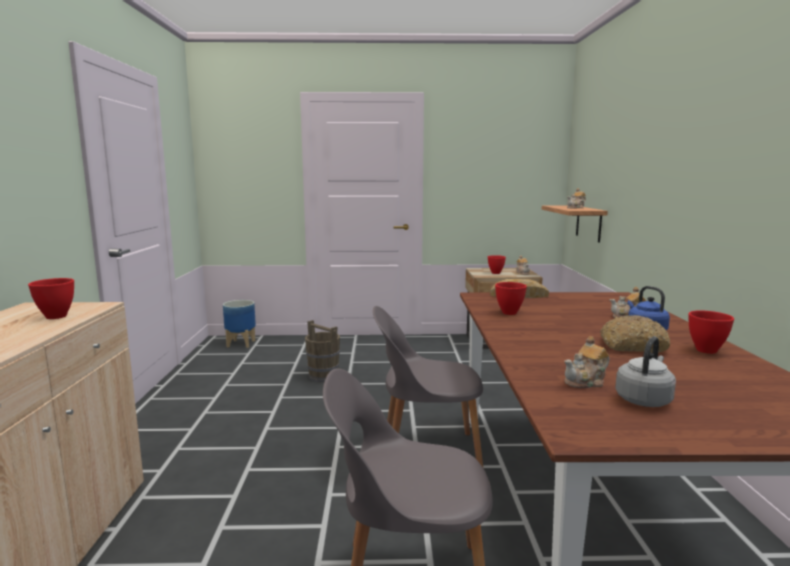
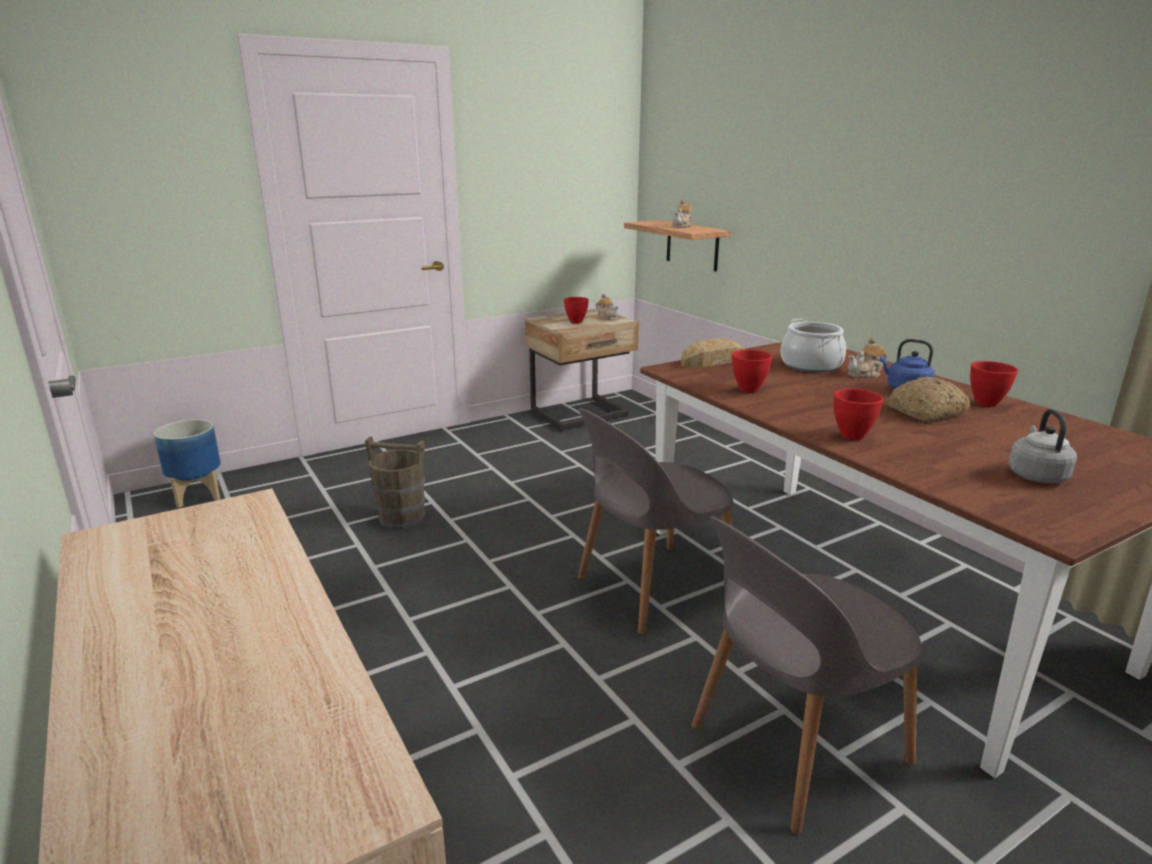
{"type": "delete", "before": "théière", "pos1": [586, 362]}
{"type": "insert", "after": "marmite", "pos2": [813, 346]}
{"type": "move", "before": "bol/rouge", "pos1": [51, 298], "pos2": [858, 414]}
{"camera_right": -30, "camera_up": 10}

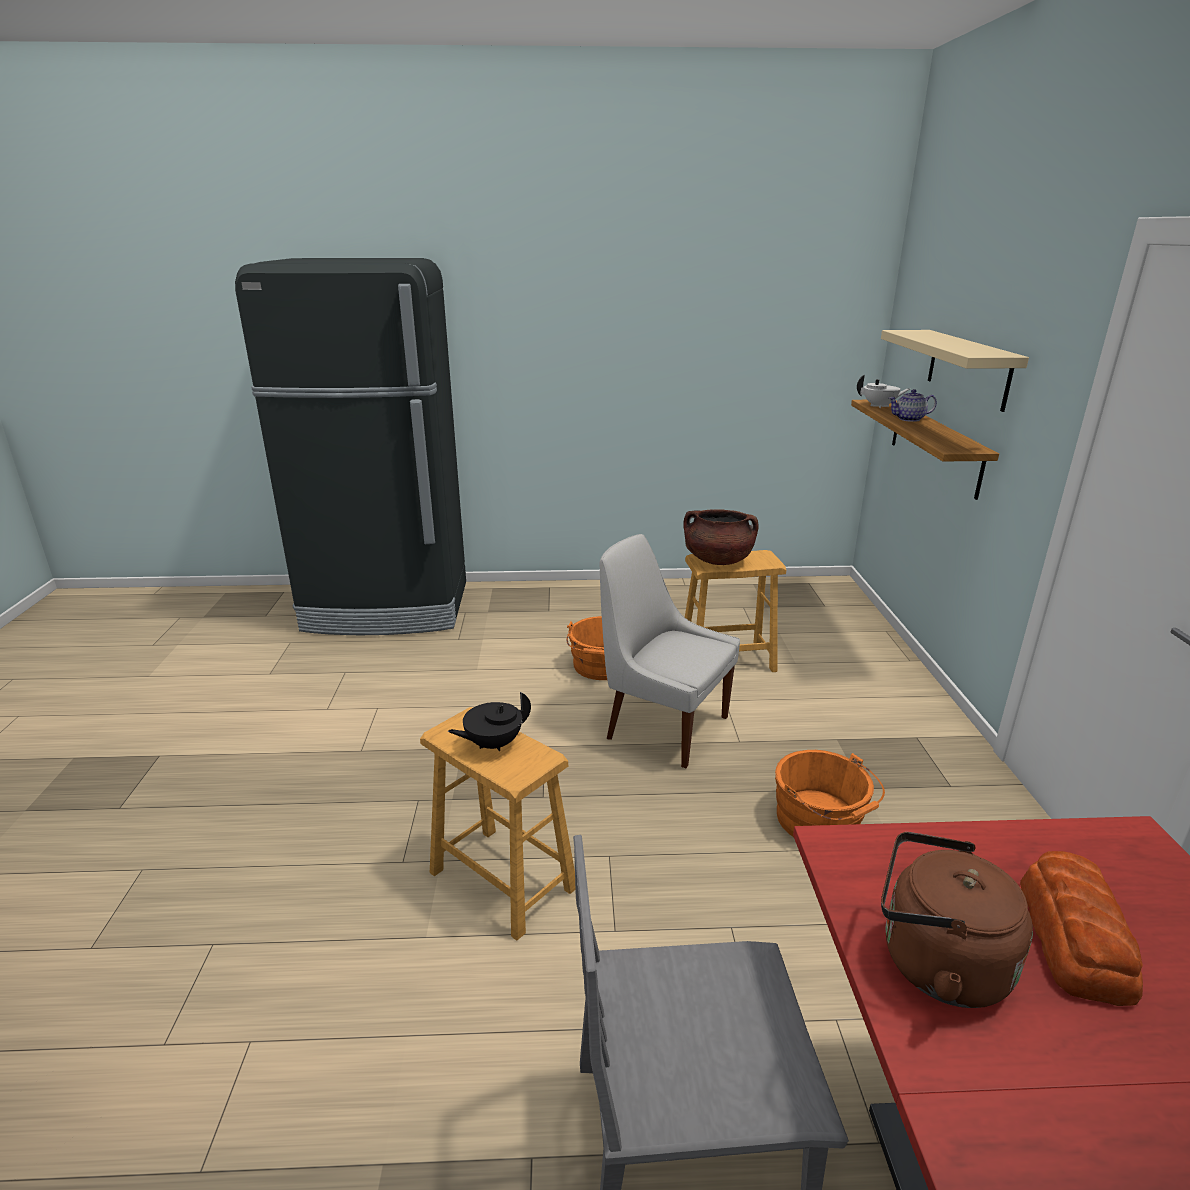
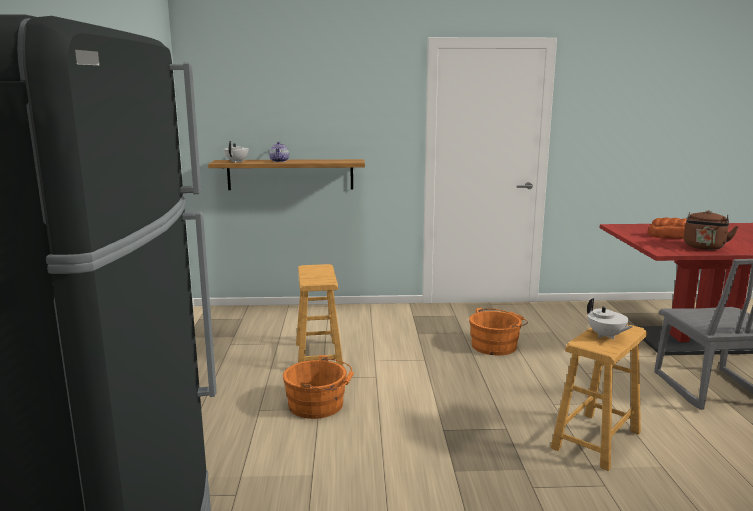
{"type": "delete", "before": "chaise/blanc", "pos1": [670, 651]}
{"type": "delete", "before": "marmite/marron", "pos1": [720, 537]}
{"type": "delete", "before": "étagère/beige", "pos1": [955, 371]}
{"type": "recolor", "before": "théière/noir", "after": "théière/blanc", "pos1": [489, 721], "pos2": [610, 319]}
{"camera_right": -90, "camera_up": -10}

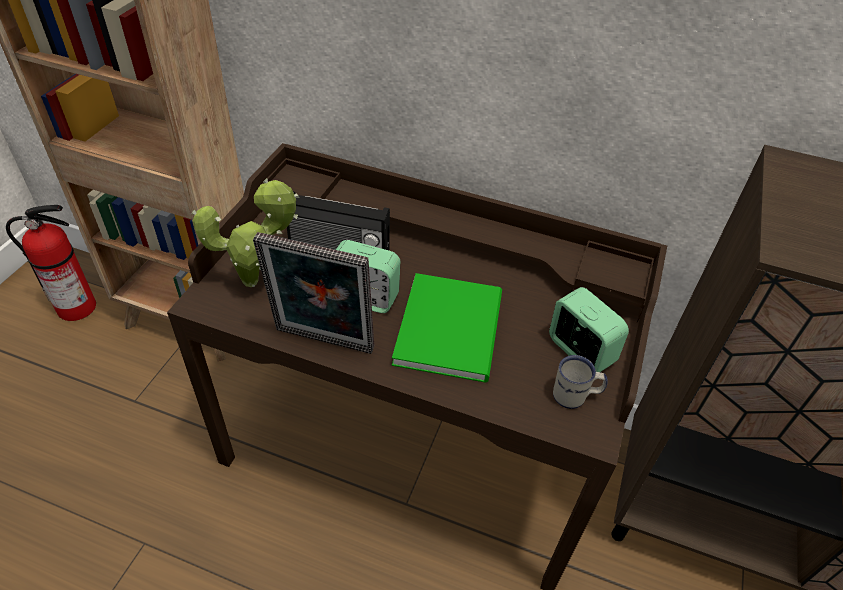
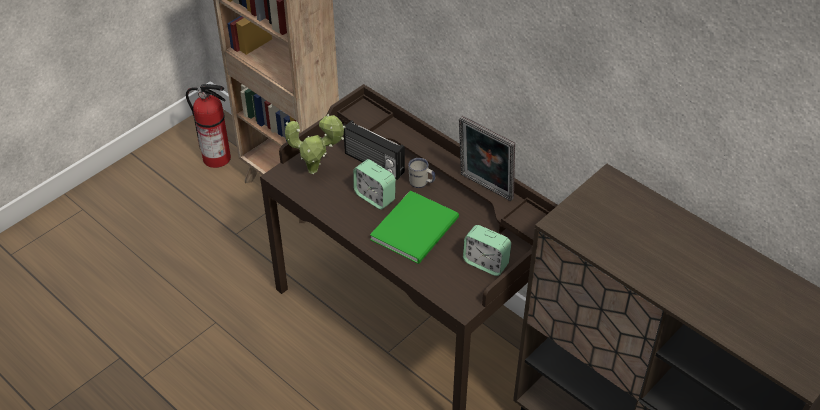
{"type": "move", "before": "cadre photo", "pos1": [313, 293], "pos2": [487, 158]}
{"type": "move", "before": "mug/blanc", "pos1": [580, 382], "pos2": [421, 173]}
{"type": "rotate", "before": "réveil", "pos1": [589, 329], "pos2": [487, 250], "turn": 135}
{"camera_right": 25, "camera_up": 0}

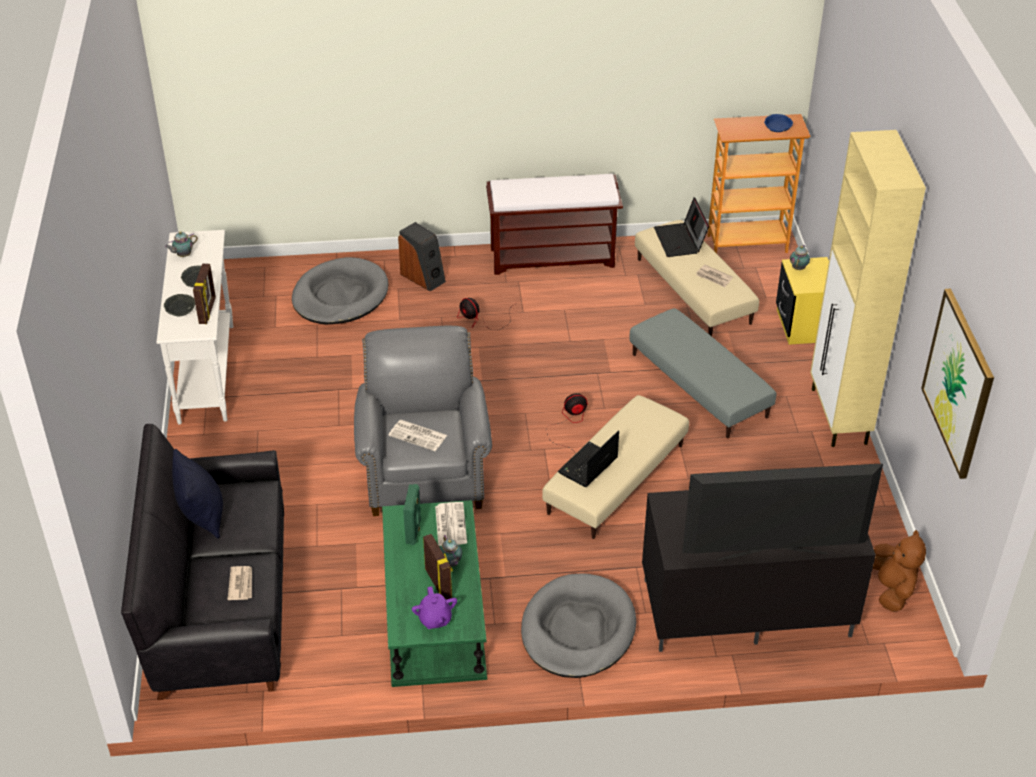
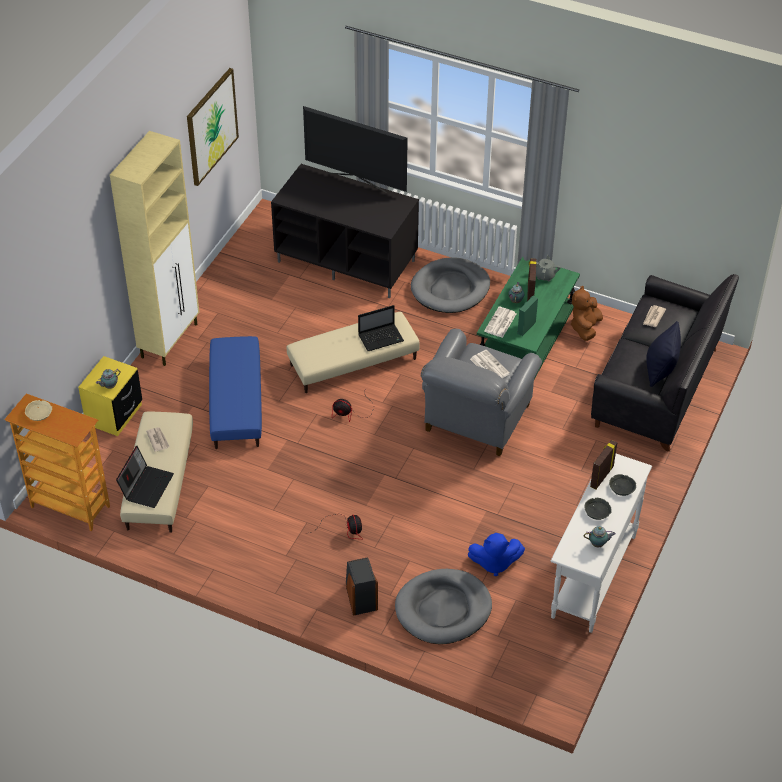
{"type": "delete", "before": "banc/marron", "pos1": [554, 224]}
{"type": "insert", "after": "peluche/bleu", "pos2": [496, 554]}
{"type": "move", "before": "peluche/marron", "pos1": [899, 571], "pos2": [587, 313]}
{"type": "recolor", "before": "théière/violet", "after": "théière/gris", "pos1": [434, 607], "pos2": [548, 267]}
{"type": "recolor", "before": "pouf/gris", "after": "pouf/bleu", "pos1": [703, 373], "pos2": [235, 392]}
{"type": "recolor", "before": "bol/bleu", "after": "bol/beige", "pos1": [778, 123], "pos2": [38, 410]}
{"camera_right": -150, "camera_up": 5}

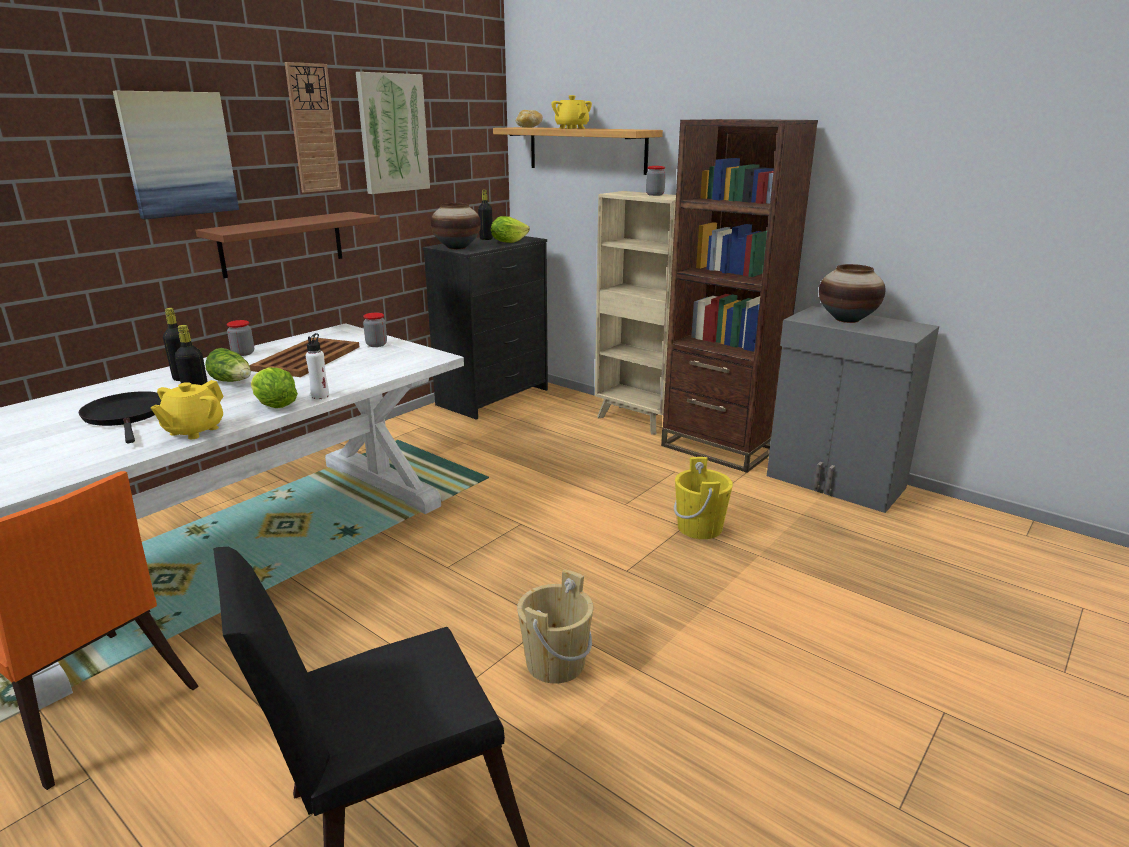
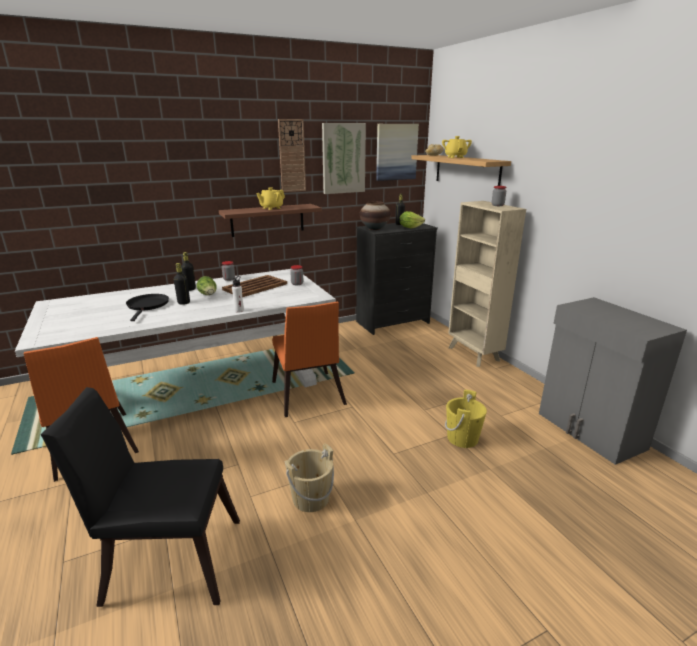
{"type": "delete", "before": "laitue", "pos1": [274, 387]}
{"type": "delete", "before": "bibliothèque/marron", "pos1": [739, 296]}
{"type": "delete", "before": "vase", "pos1": [852, 293]}
{"type": "insert", "after": "chaise/orange", "pos2": [309, 359]}
{"type": "move", "before": "tableau", "pos1": [176, 155], "pos2": [397, 152]}
{"type": "move", "before": "théière/jaune", "pos1": [187, 409], "pos2": [270, 198]}
{"camera_right": 25, "camera_up": 0}

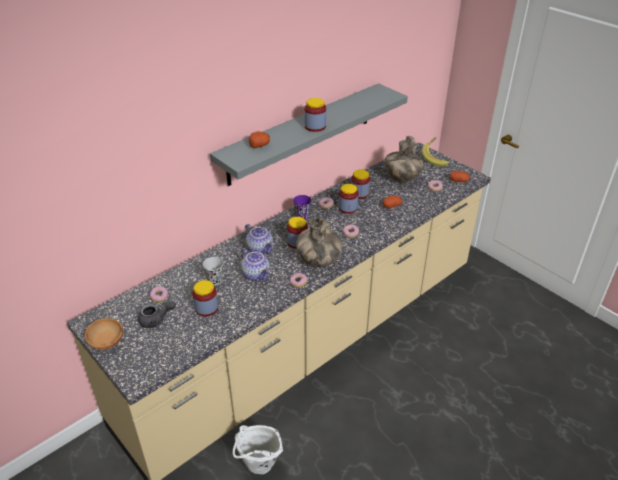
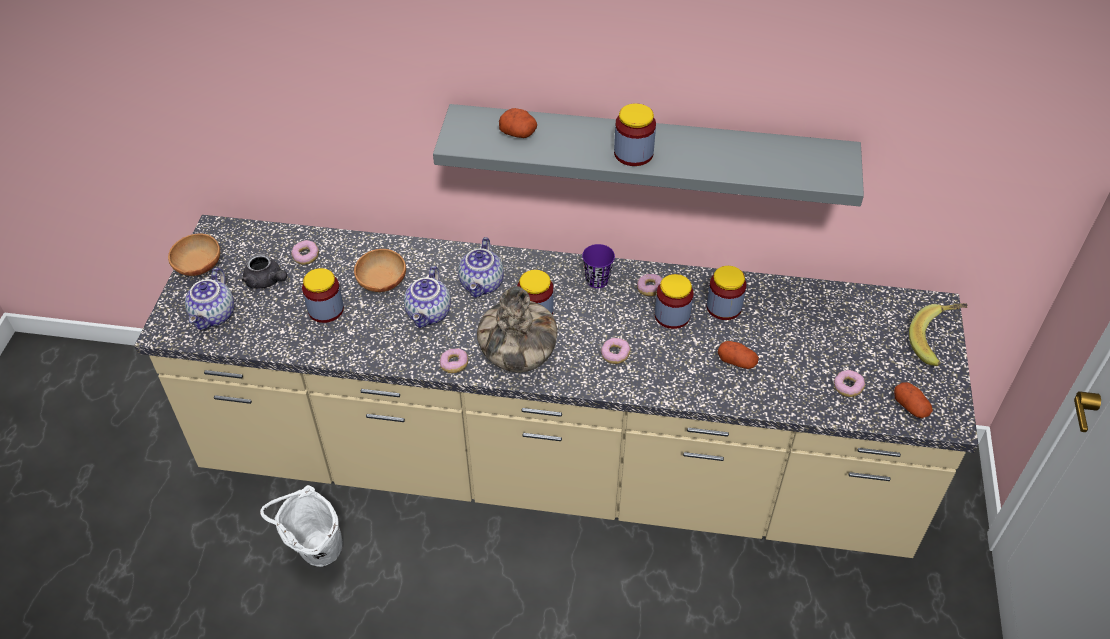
{"type": "delete", "before": "vase", "pos1": [404, 159]}
{"type": "insert", "after": "théière", "pos2": [209, 298]}
{"type": "replace", "before": "tasse/noir", "after": "bol/marron", "pos1": [213, 271], "pos2": [380, 270]}
{"camera_right": 50, "camera_up": 10}

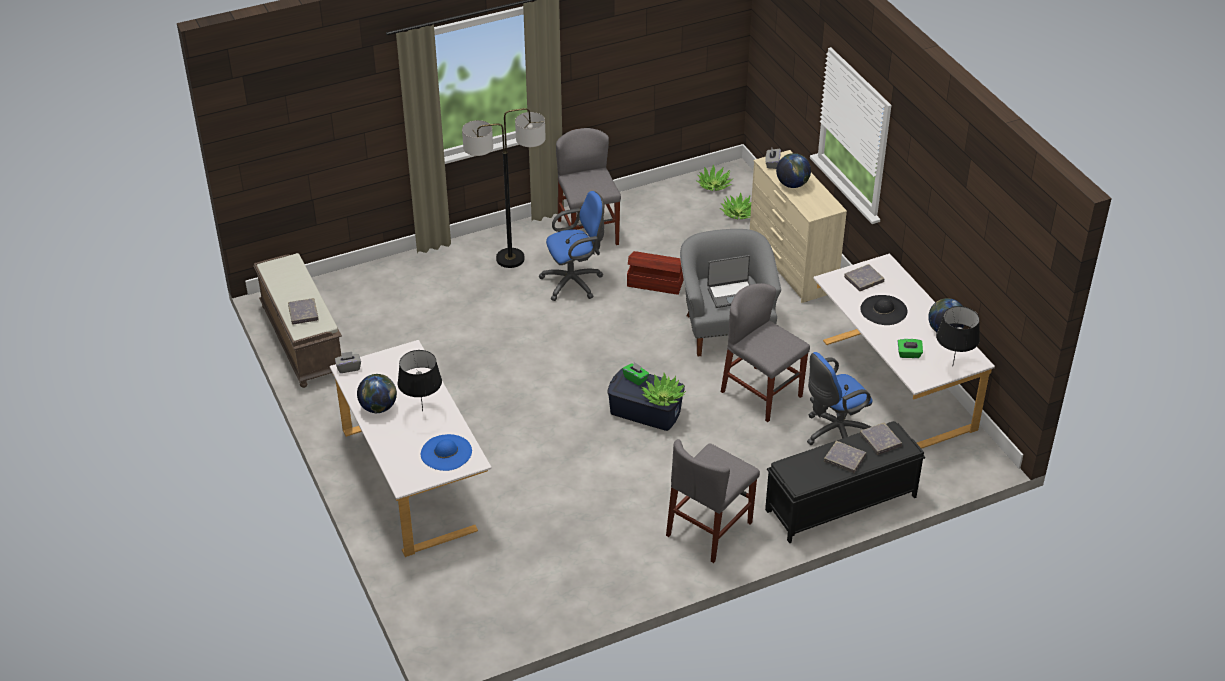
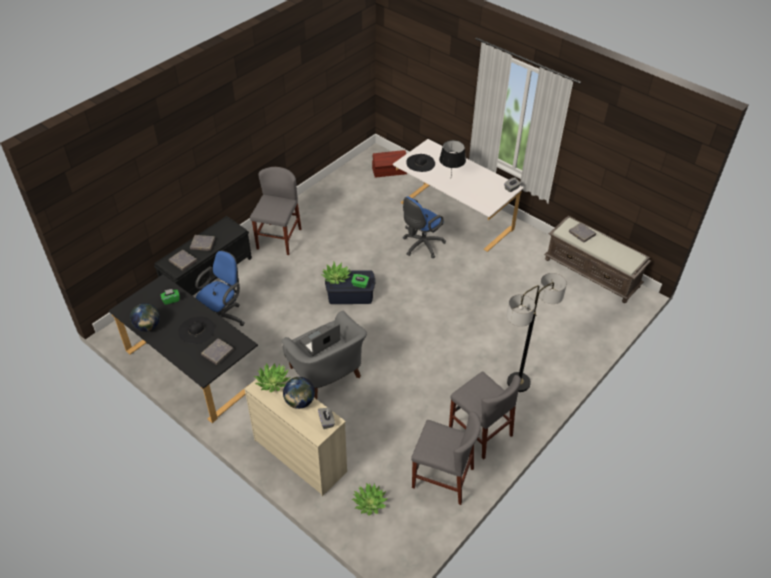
{"type": "delete", "before": "globe", "pos1": [377, 393]}
{"type": "delete", "before": "lampe de table/noir", "pos1": [958, 335]}
{"type": "move", "before": "chaise de bureau/bleu", "pos1": [571, 246], "pos2": [424, 227]}
{"type": "move", "before": "boîte de rangement/marron", "pos1": [655, 273], "pos2": [389, 164]}
{"type": "move", "before": "plante en pot", "pos1": [714, 178], "pos2": [272, 377]}
{"type": "move", "before": "chaise/gris", "pos1": [765, 352], "pos2": [446, 458]}
{"type": "recolor", "before": "chapeau/bleu", "after": "chapeau/noir", "pos1": [446, 452], "pos2": [420, 163]}
{"type": "recolor", "before": "bureau/blanc", "after": "bureau/noir", "pos1": [904, 351], "pos2": [183, 348]}
{"camera_right": 155, "camera_up": 5}

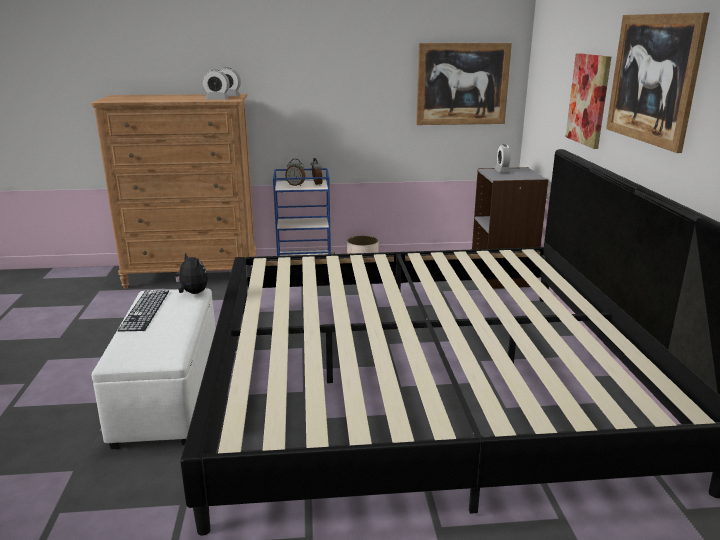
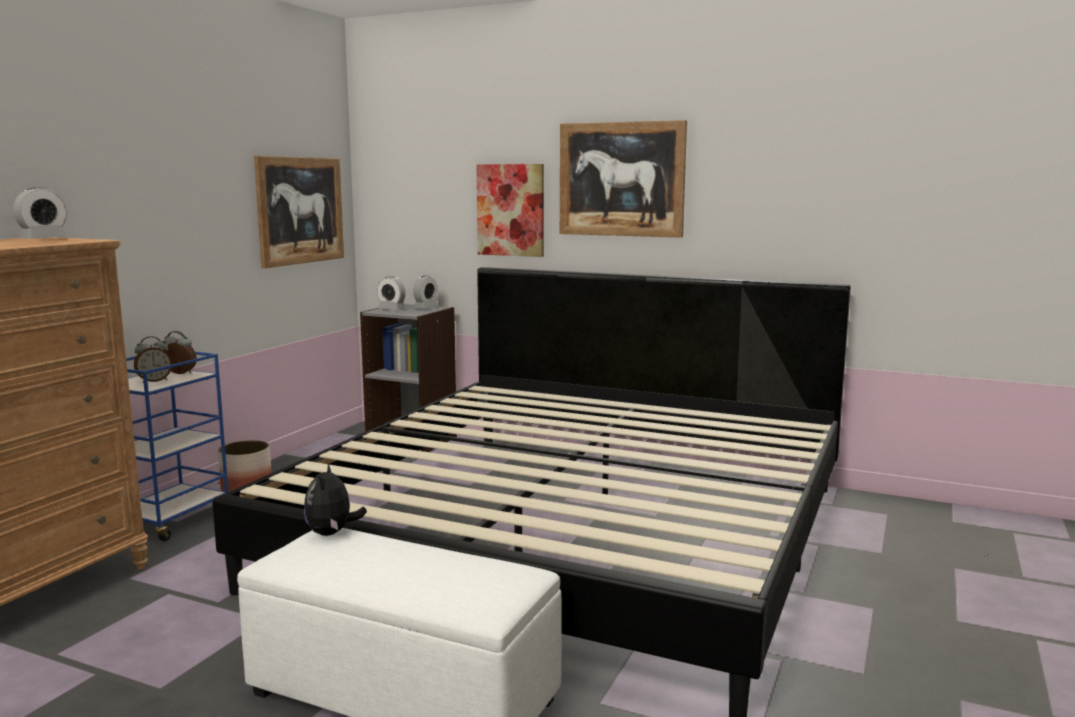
{"type": "delete", "before": "clavier", "pos1": [143, 311]}
{"type": "move", "before": "réveil", "pos1": [215, 85], "pos2": [425, 292]}
{"type": "rotate", "before": "peluche", "pos1": [191, 273], "pos2": [335, 499], "turn": -75}
{"camera_right": -60, "camera_up": -10}

